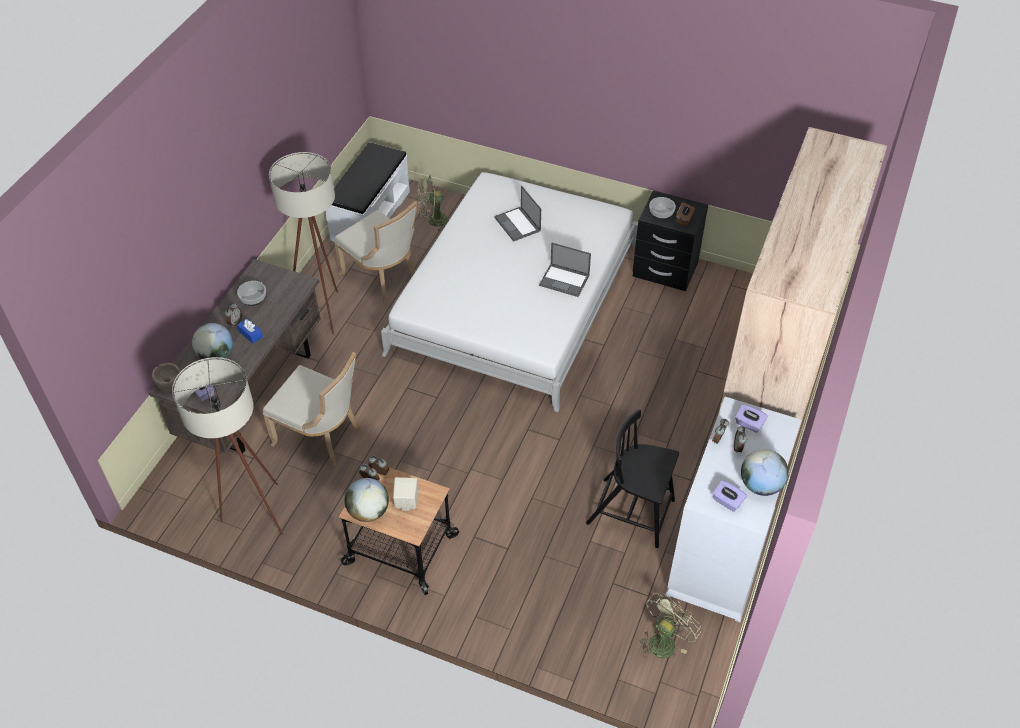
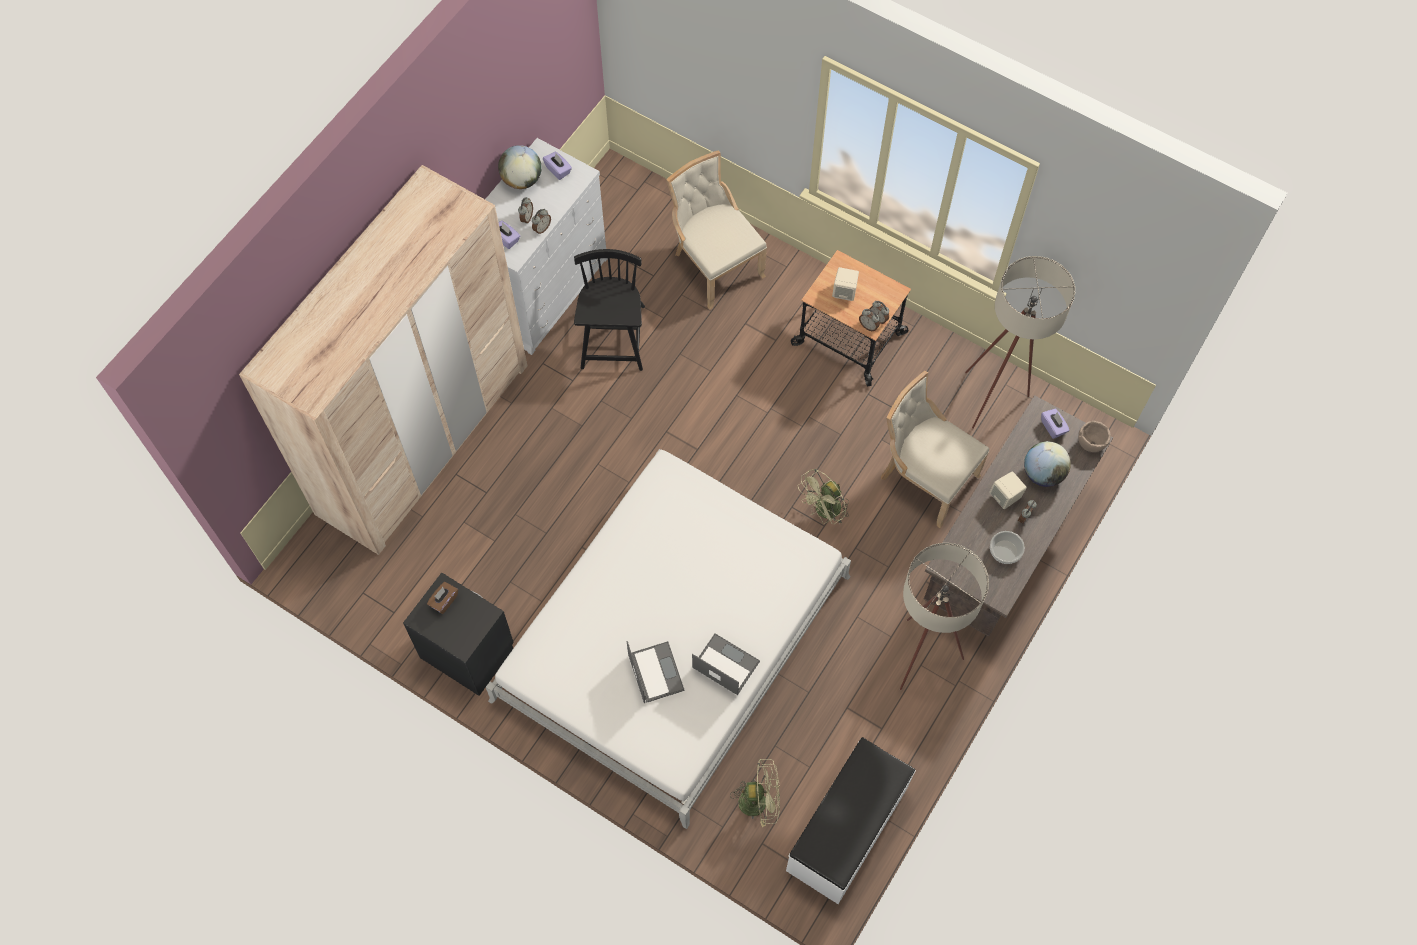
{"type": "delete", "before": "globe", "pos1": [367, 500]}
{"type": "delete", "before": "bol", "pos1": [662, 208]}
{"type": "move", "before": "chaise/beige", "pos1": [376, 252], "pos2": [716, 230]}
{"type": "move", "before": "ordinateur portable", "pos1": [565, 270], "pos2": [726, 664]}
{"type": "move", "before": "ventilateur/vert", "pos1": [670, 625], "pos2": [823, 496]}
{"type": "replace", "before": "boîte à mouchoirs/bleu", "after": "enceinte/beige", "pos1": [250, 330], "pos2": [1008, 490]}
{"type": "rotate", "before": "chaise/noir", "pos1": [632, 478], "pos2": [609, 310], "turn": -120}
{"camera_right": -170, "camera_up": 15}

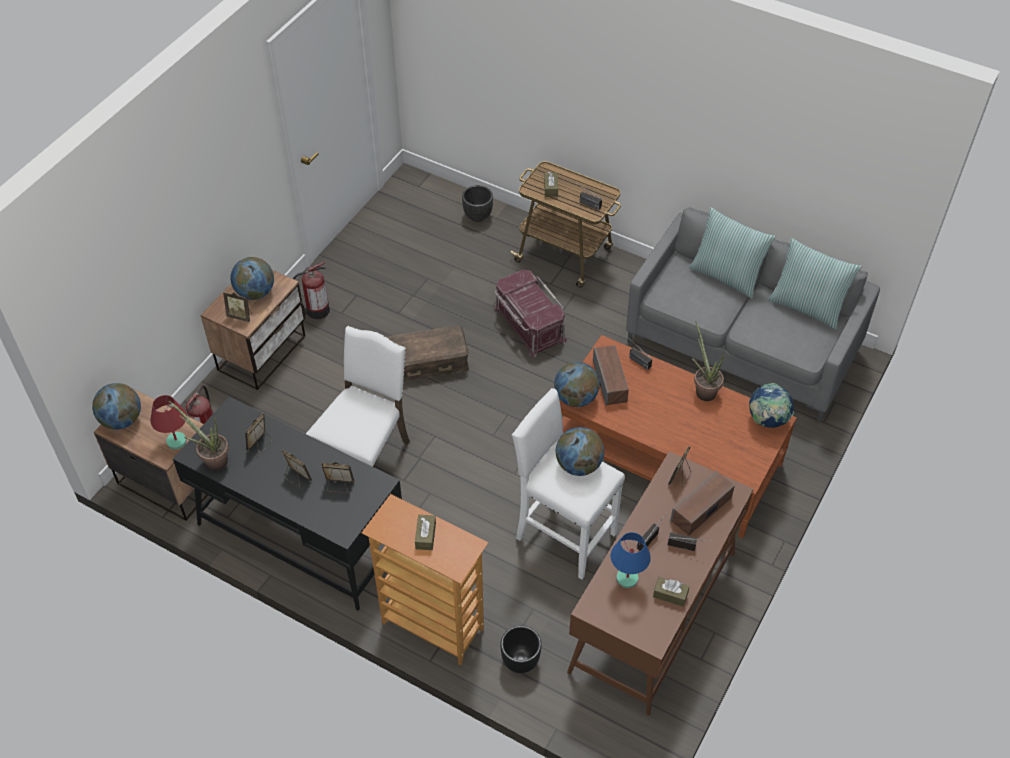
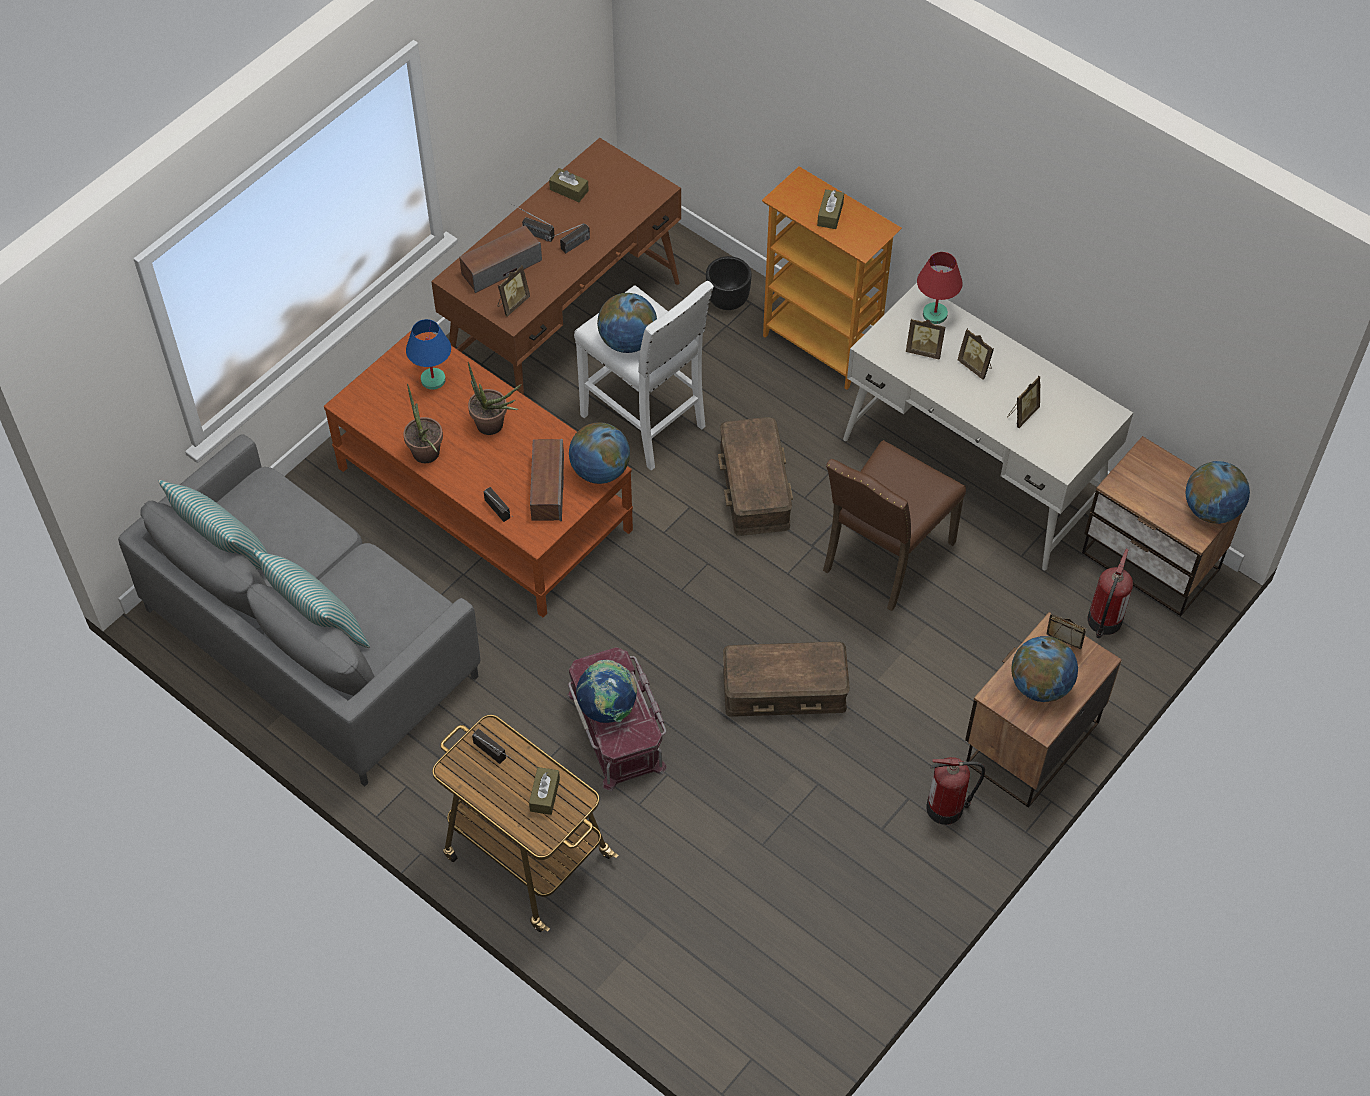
{"type": "delete", "before": "cache-pot/noir", "pos1": [477, 203]}
{"type": "insert", "after": "boîte de rangement/marron", "pos2": [755, 476]}
{"type": "move", "before": "lampe de table/rouge", "pos1": [168, 422], "pos2": [940, 288]}
{"type": "move", "before": "plante en pot", "pos1": [198, 436], "pos2": [495, 398]}
{"type": "move", "before": "lampe de table/bleu", "pos1": [631, 560], "pos2": [428, 354]}
{"type": "move", "before": "globe", "pos1": [771, 405], "pos2": [606, 691]}
{"type": "recolor", "before": "bureau/noir", "after": "bureau/blanc", "pos1": [287, 503], "pos2": [988, 427]}
{"type": "recolor", "before": "chaise/blanc", "after": "chaise/marron", "pos1": [358, 397], "pos2": [894, 525]}
{"camera_right": -170, "camera_up": 5}

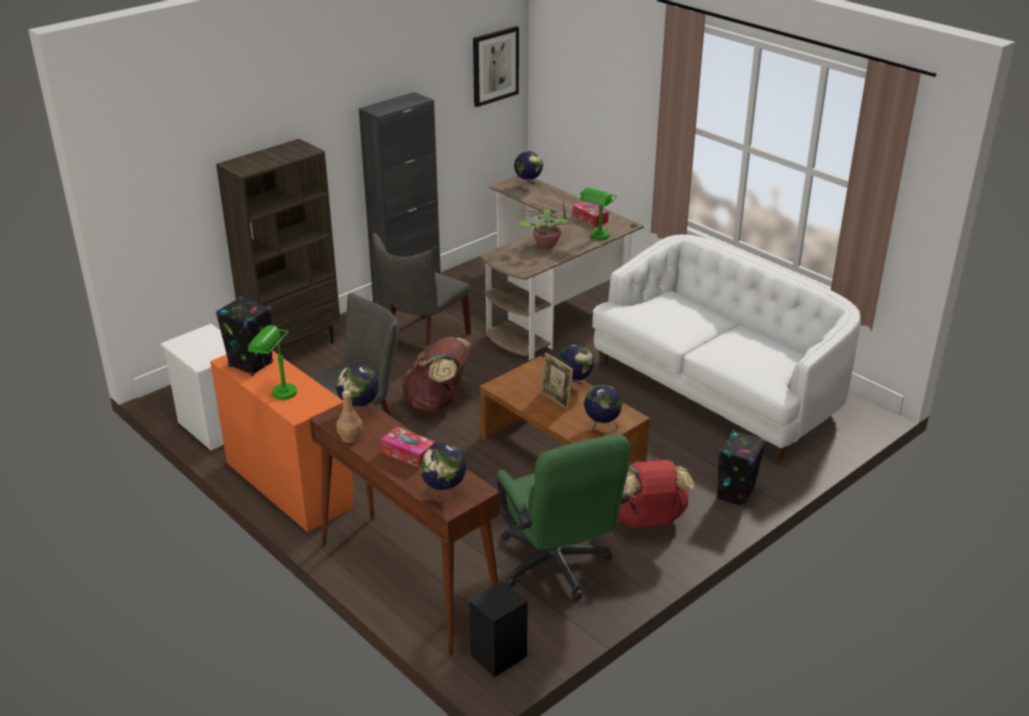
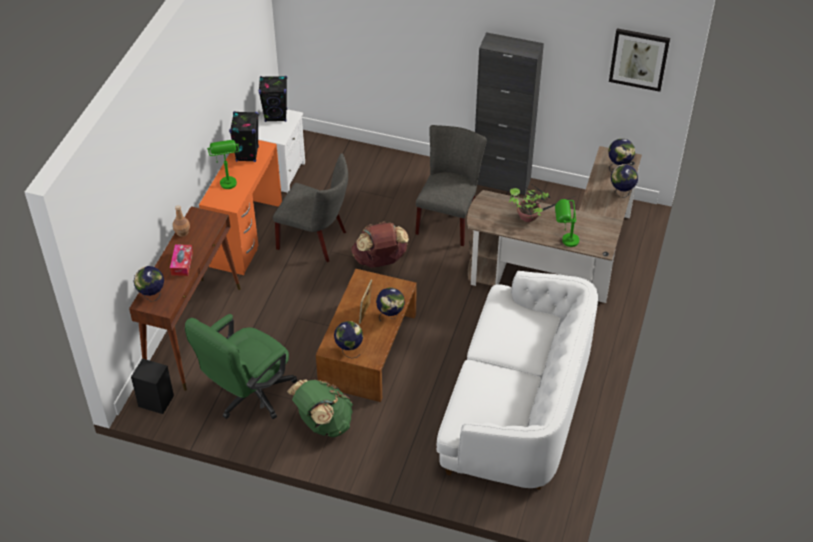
{"type": "delete", "before": "bibliothèque/marron", "pos1": [278, 245]}
{"type": "delete", "before": "boîte à mouchoirs", "pos1": [591, 214]}
{"type": "move", "before": "globe", "pos1": [357, 391], "pos2": [624, 180]}
{"type": "move", "before": "enceinte/noir", "pos1": [741, 469], "pos2": [272, 99]}
{"type": "recolor", "before": "sac à dos/rouge", "after": "sac à dos/vert", "pos1": [656, 493], "pos2": [320, 408]}
{"type": "rotate", "before": "chaise/gris", "pos1": [422, 290], "pos2": [451, 185], "turn": 105}
{"camera_right": 60, "camera_up": 15}

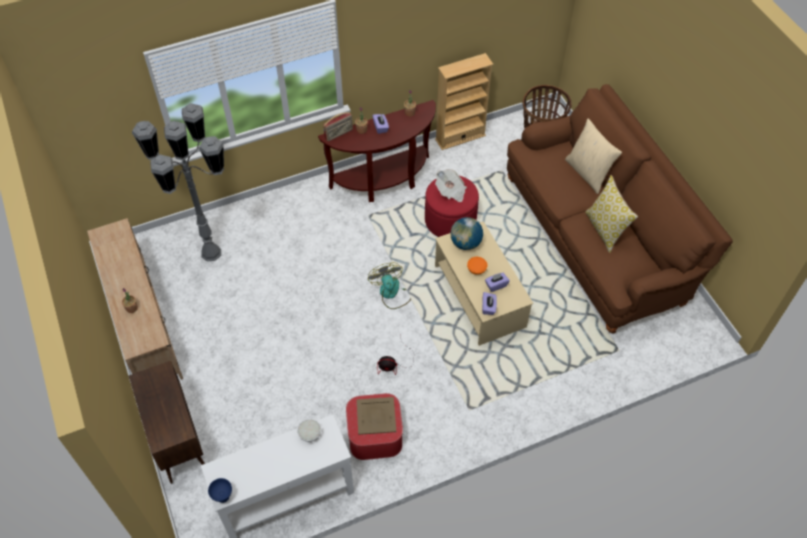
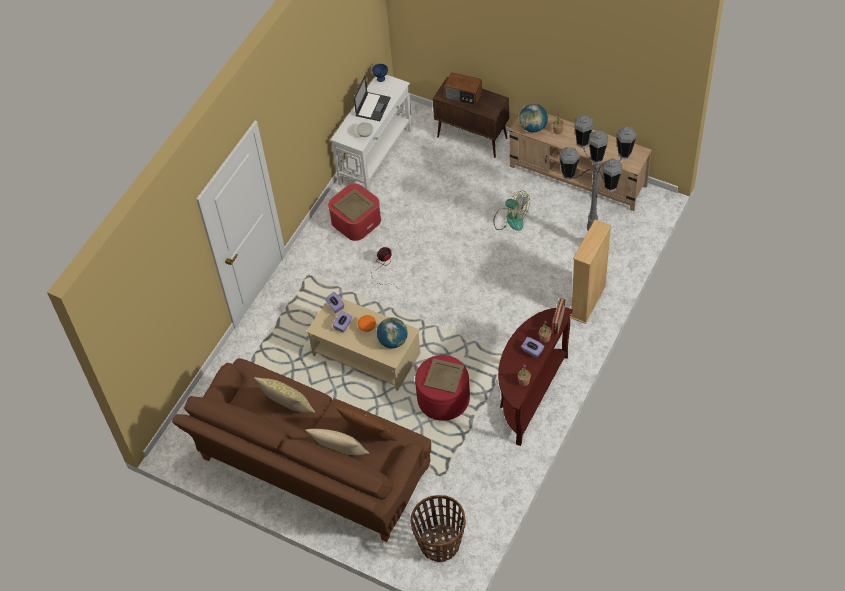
{"type": "insert", "after": "coussin/marron", "pos2": [367, 424]}
{"type": "insert", "after": "ordinateur portable", "pos2": [372, 98]}
{"type": "insert", "after": "radio", "pos2": [463, 89]}
{"type": "insert", "after": "globe", "pos2": [533, 118]}
{"type": "move", "before": "ventilateur", "pos1": [389, 286], "pos2": [511, 211]}
{"type": "move", "before": "bibliothèque/beige", "pos1": [464, 101], "pos2": [590, 272]}
{"type": "replace", "before": "journal", "after": "plateau/beige", "pos1": [451, 185], "pos2": [444, 375]}
{"camera_right": 145, "camera_up": 0}

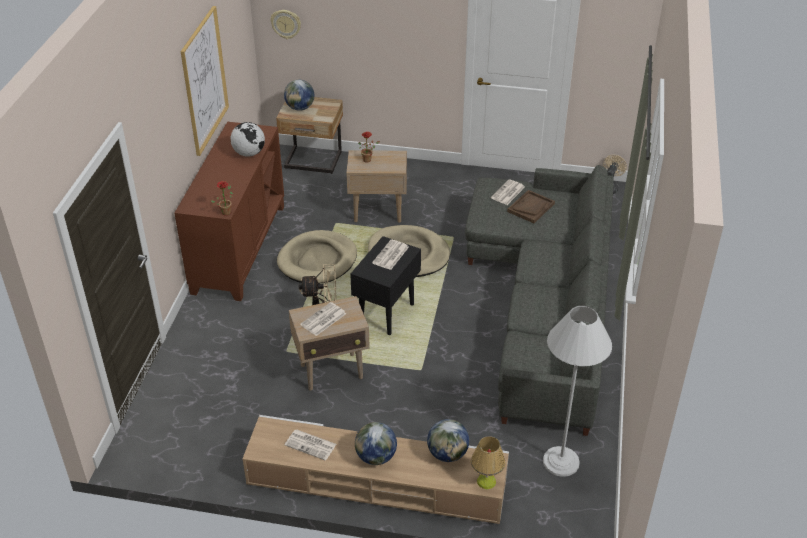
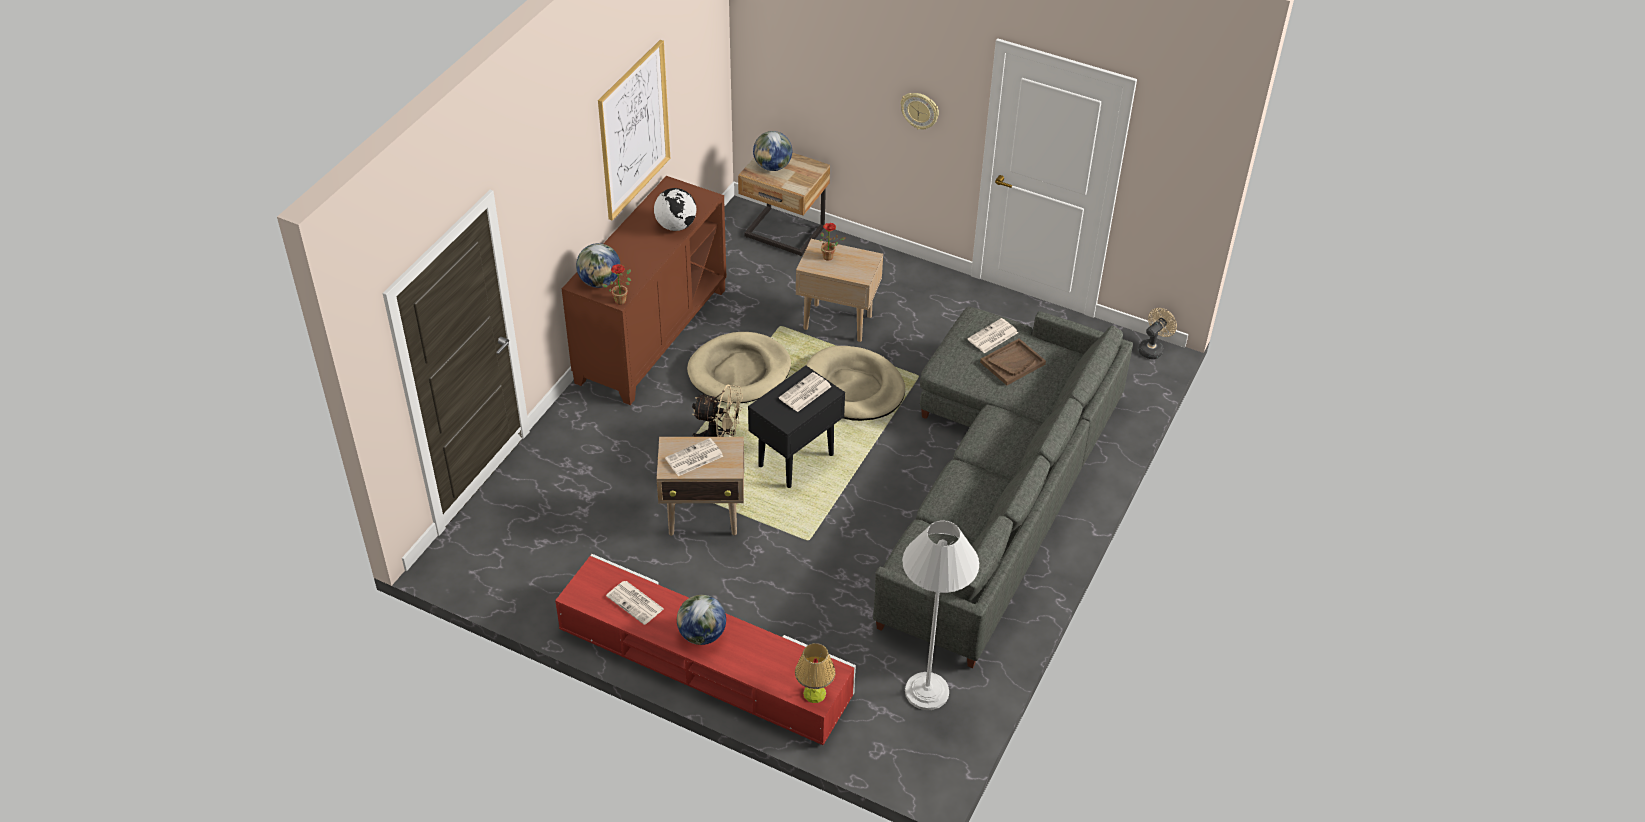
{"type": "move", "before": "horloge murale", "pos1": [285, 24], "pos2": [920, 111]}
{"type": "move", "before": "globe", "pos1": [448, 440], "pos2": [598, 265]}
{"type": "recolor", "before": "meuble télé/beige", "after": "meuble télé/rouge", "pos1": [375, 469], "pos2": [705, 649]}
{"camera_right": 15, "camera_up": 5}

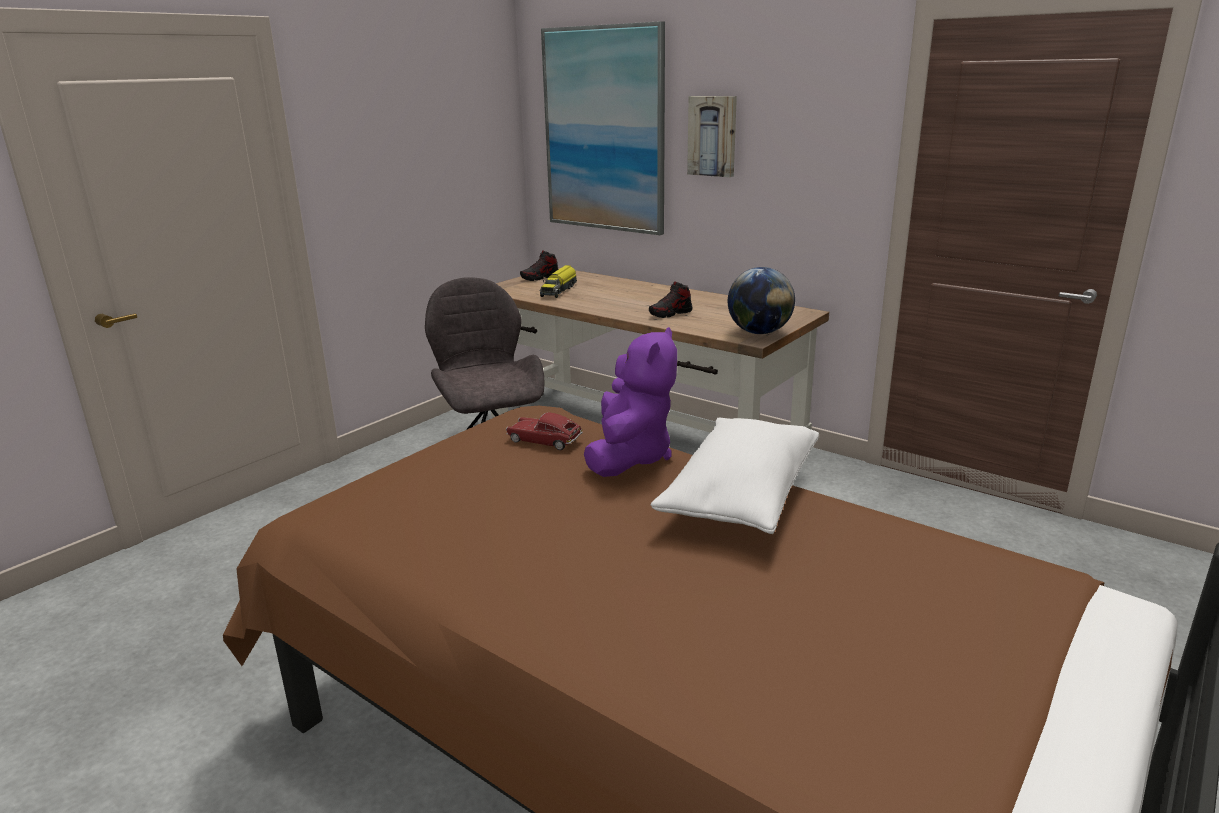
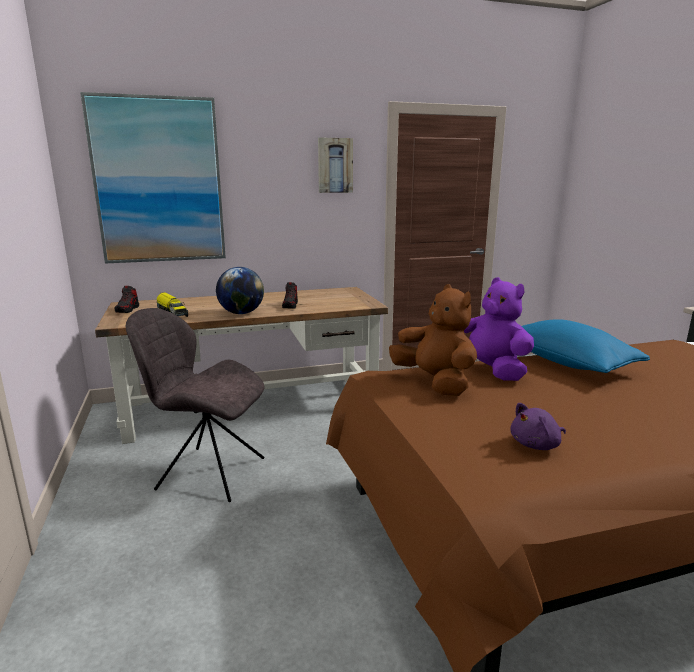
{"type": "insert", "after": "peluche/violet", "pos2": [538, 426]}
{"type": "move", "before": "tableau", "pos1": [712, 136], "pos2": [335, 165]}
{"type": "move", "before": "globe", "pos1": [761, 300], "pos2": [240, 290]}
{"type": "replace", "before": "petite voiture", "after": "peluche/marron", "pos1": [544, 431], "pos2": [433, 340]}
{"type": "recolor", "before": "coussin/blanc", "after": "coussin/bleu", "pos1": [735, 476], "pos2": [586, 346]}
{"camera_right": -55, "camera_up": -5}

